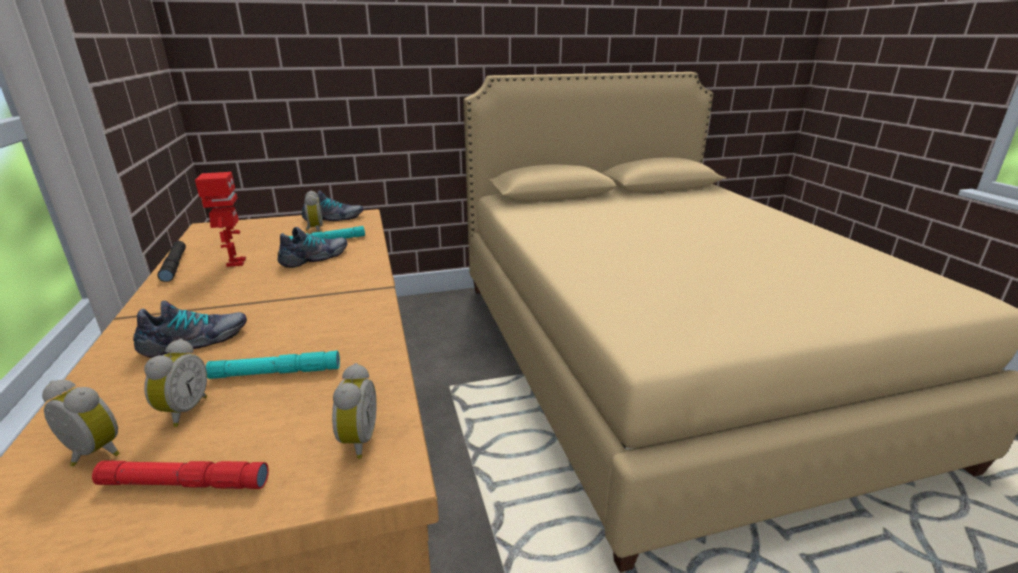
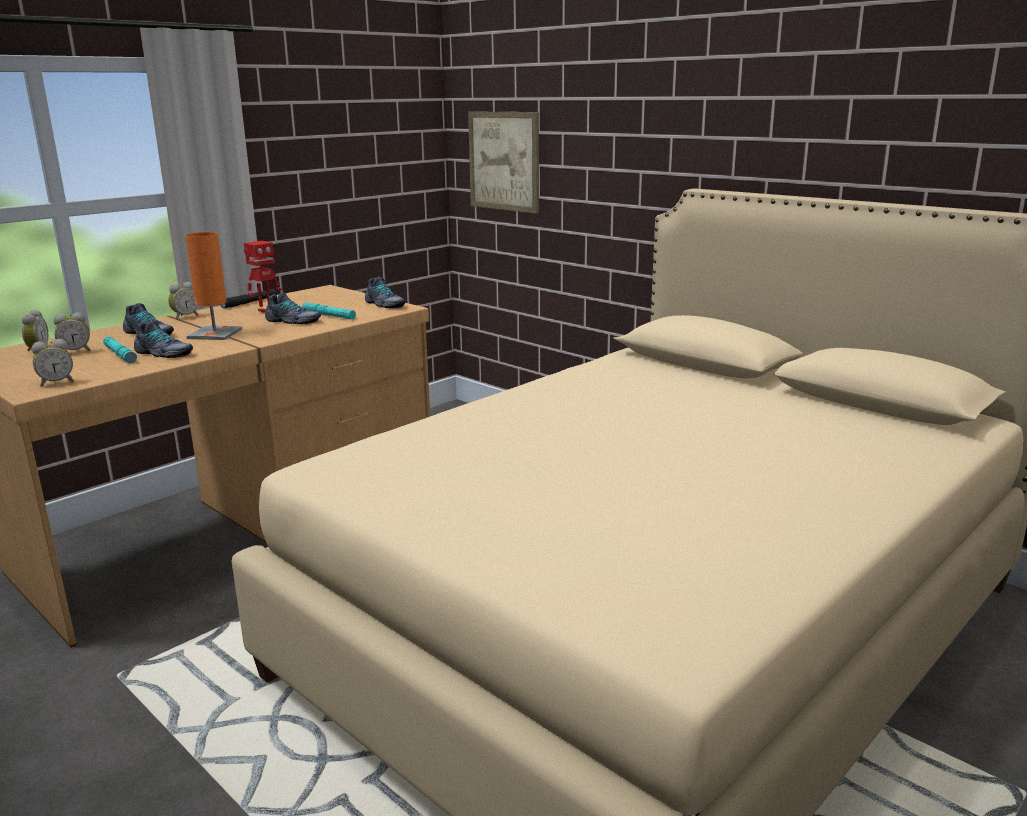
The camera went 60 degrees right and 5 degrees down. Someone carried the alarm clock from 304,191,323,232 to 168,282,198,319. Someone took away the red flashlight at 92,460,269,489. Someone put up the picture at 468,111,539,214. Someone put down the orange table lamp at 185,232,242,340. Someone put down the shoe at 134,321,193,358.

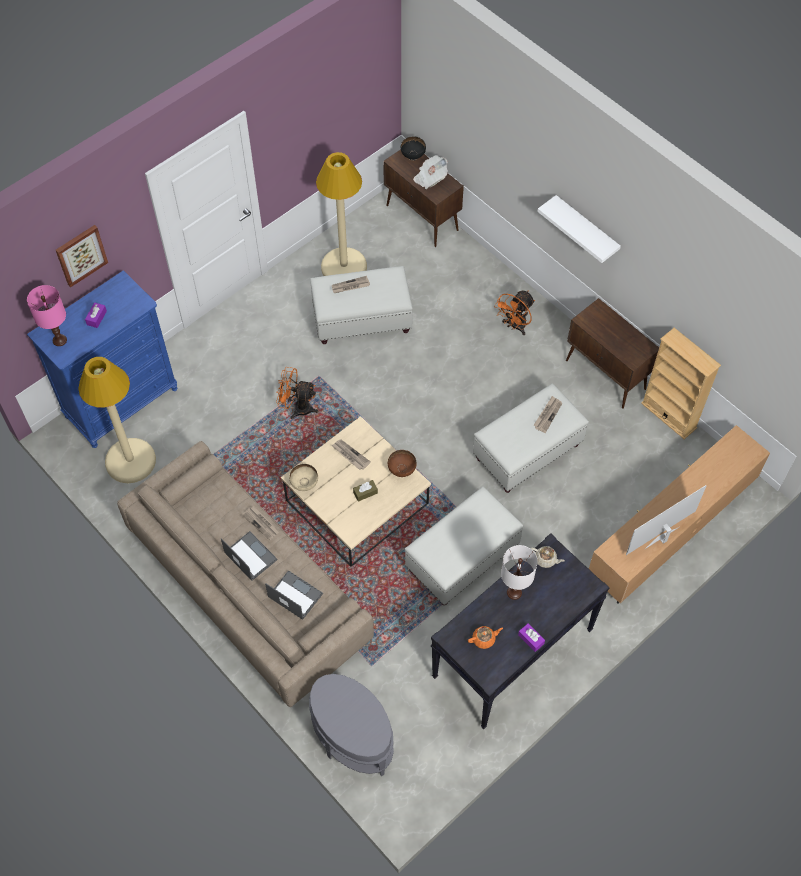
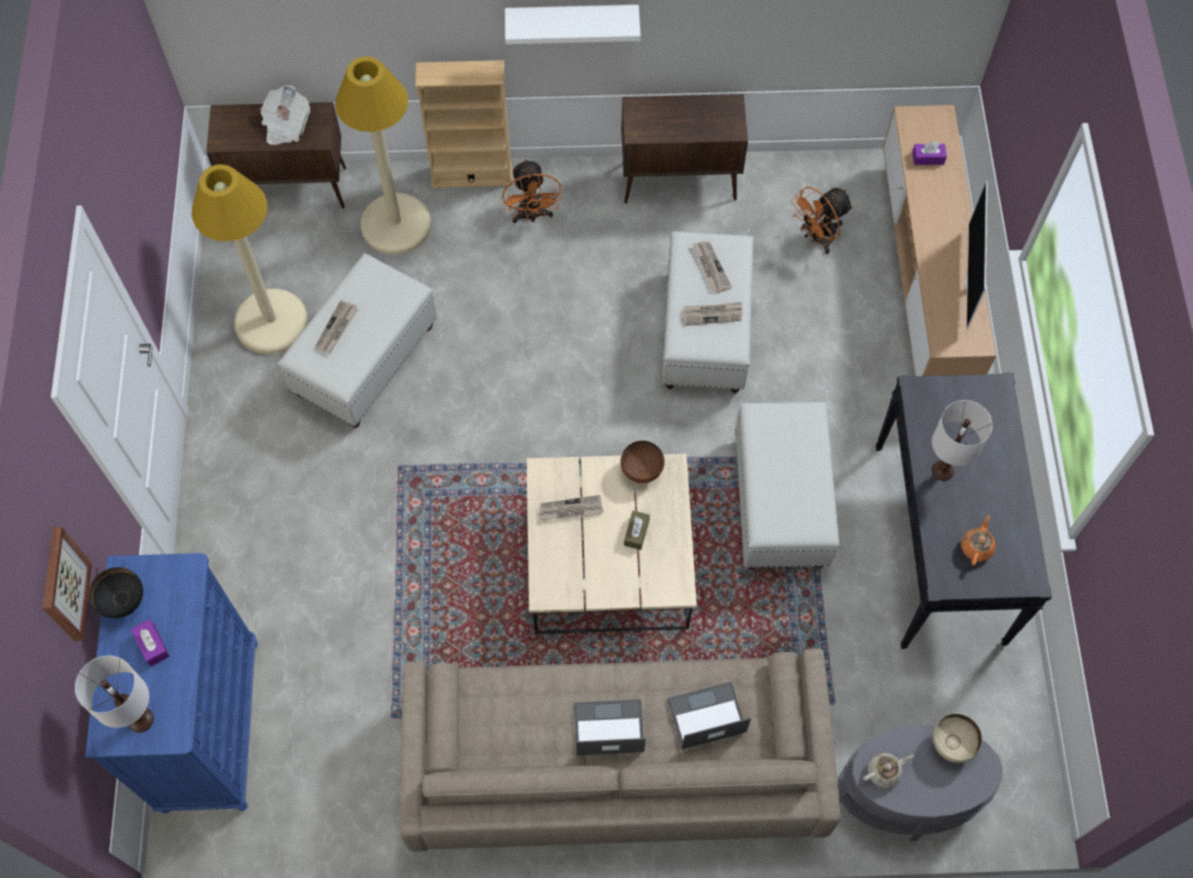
The camera went 50 degrees left and 5 degrees up. Someone carried the black bowl from 401,136,426,161 to 89,567,143,618. Someone repainted the pink table lamp at 27,285,67,346, which became the white table lamp at 75,656,154,733. Someone carried the beige bookcase from 641,328,721,439 to 415,60,513,188. Someone carried the beige floor lamp from 78,357,156,483 to 335,56,431,255. Someone carried the orange fan from 276,367,318,419 to 790,187,853,254. Someone carried the beige bowl from 289,464,318,491 to 933,714,982,763. Someone carried the newspaper from 242,506,280,540 to 682,302,742,326. Someone carried the beige teapot from 531,546,565,568 to 863,753,914,788. Someone carried the purple tissue box from 518,623,545,652 to 912,141,947,165.

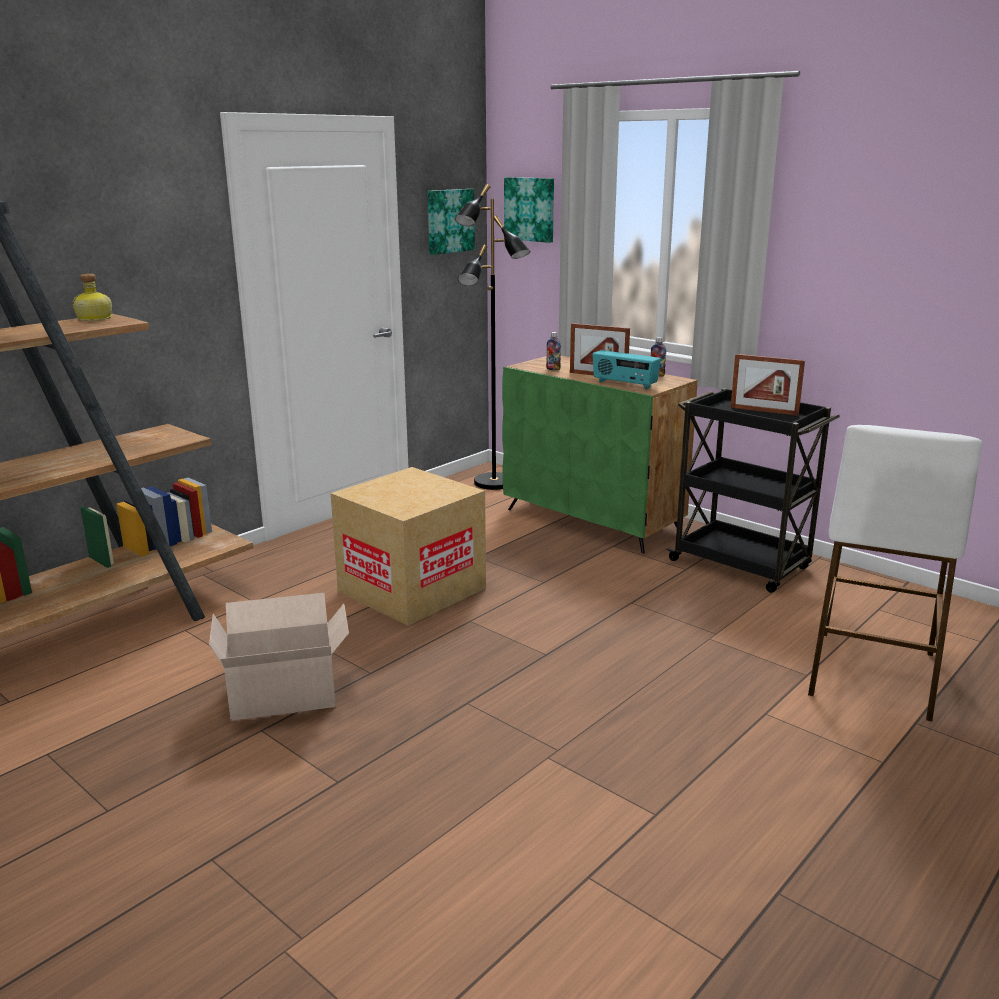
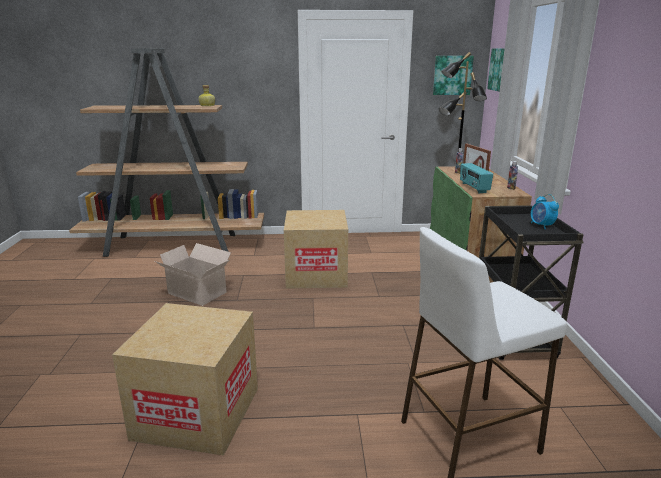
The camera went 45 degrees right and 0 degrees up. Someone swapped the picture frame at 731,354,805,416 for the alarm clock at 531,194,559,229. Someone put down the cardboard box at 112,303,258,456.

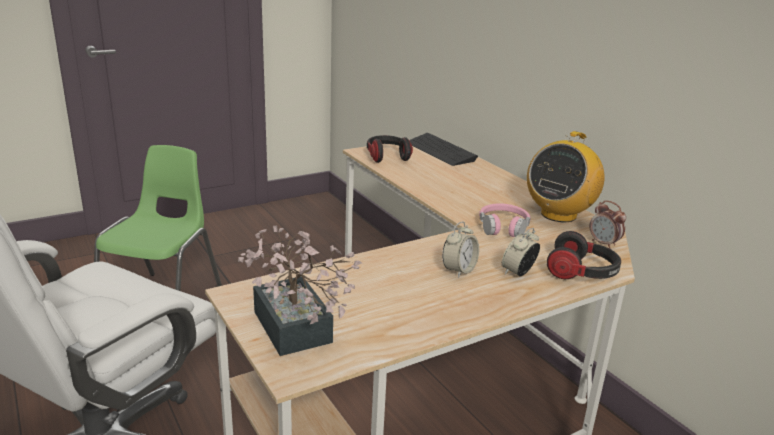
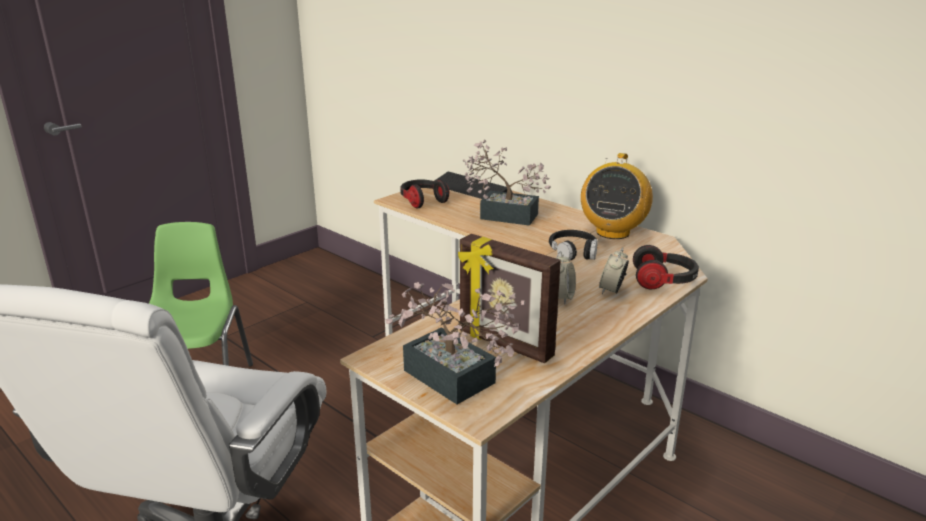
The camera went 15 degrees left and 0 degrees up. Someone took away the alarm clock at 589,201,626,249. Someone repainted the pink headphones at 479,203,531,237, which became the black headphones at 549,230,598,260. Someone put down the potted plant at 463,140,551,226. Someone put down the picture frame at 458,234,561,363.

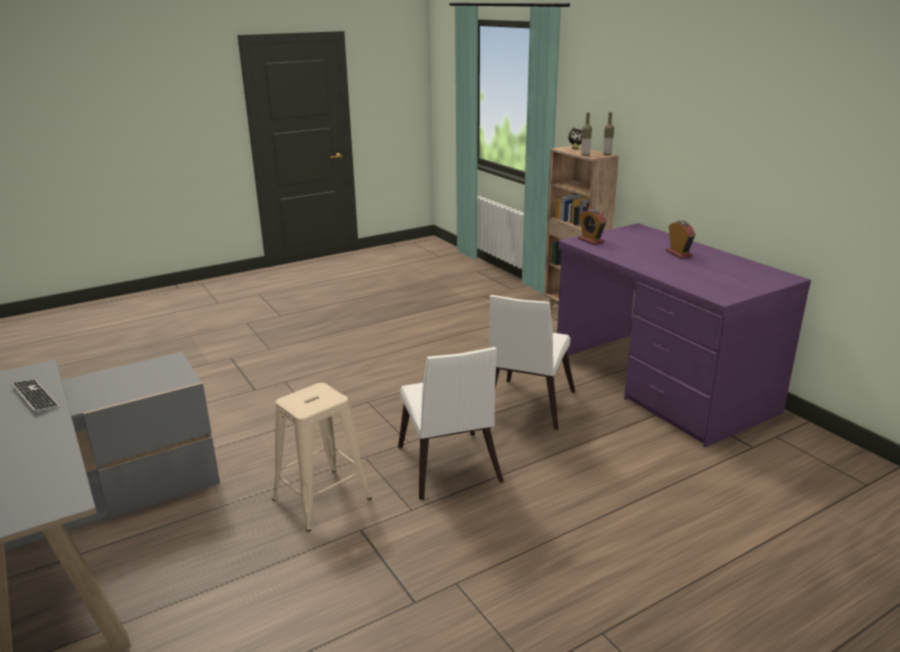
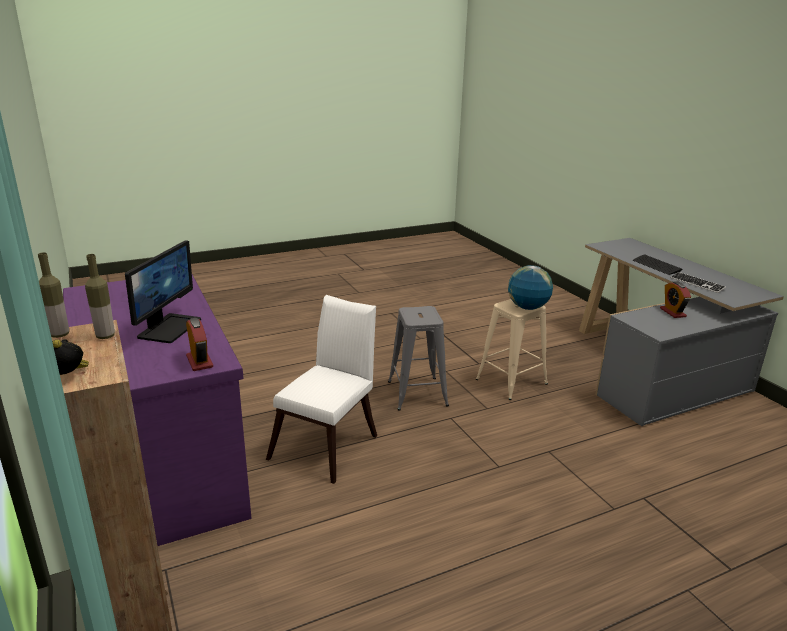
The camera went 175 degrees left and 0 degrees up. Someone carried the alarm clock from 666,220,696,259 to 660,281,691,318. Someone swapped the white chair at 398,347,504,500 for the grey stool at 388,306,449,410. Someone put down the monitor at 125,240,201,343. Someone put down the keyboard at 633,254,682,275. Someone put down the globe at 508,265,553,310.

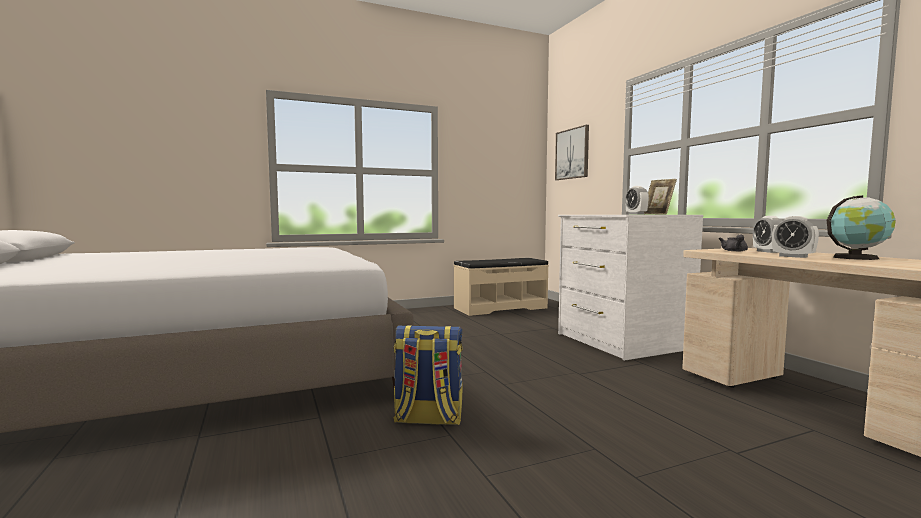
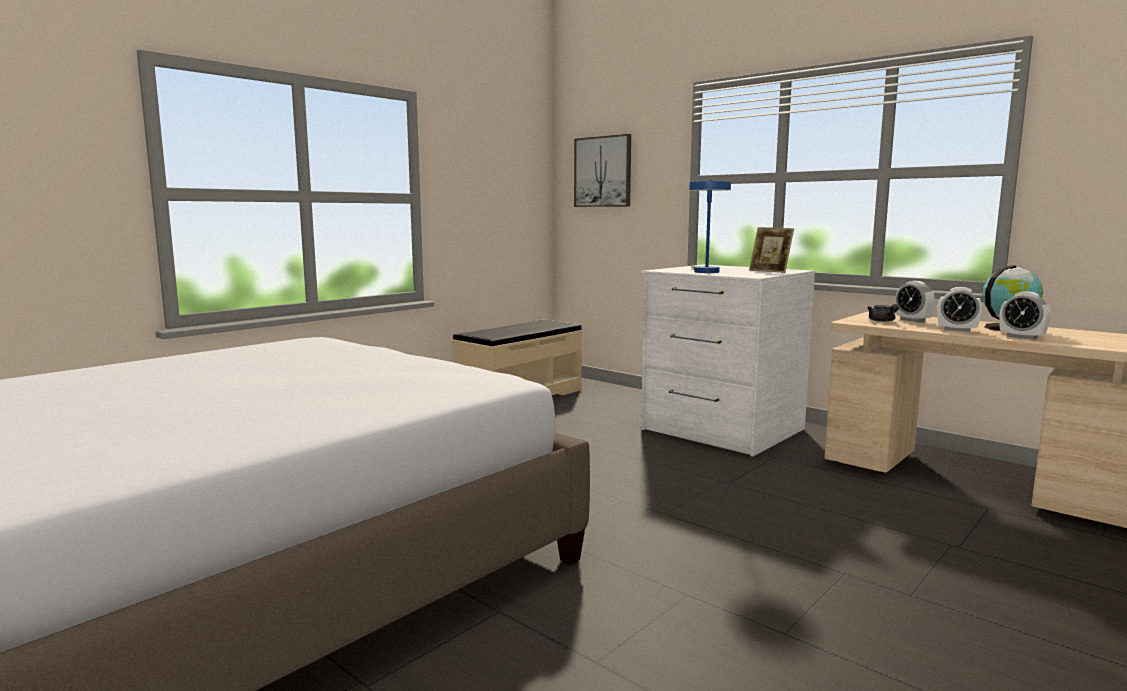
The camera went 25 degrees left and 5 degrees up. Someone carried the alarm clock from 625,186,649,215 to 999,291,1051,340. Someone took away the backpack at 393,325,463,425. Someone put down the blue table lamp at 689,180,731,273.

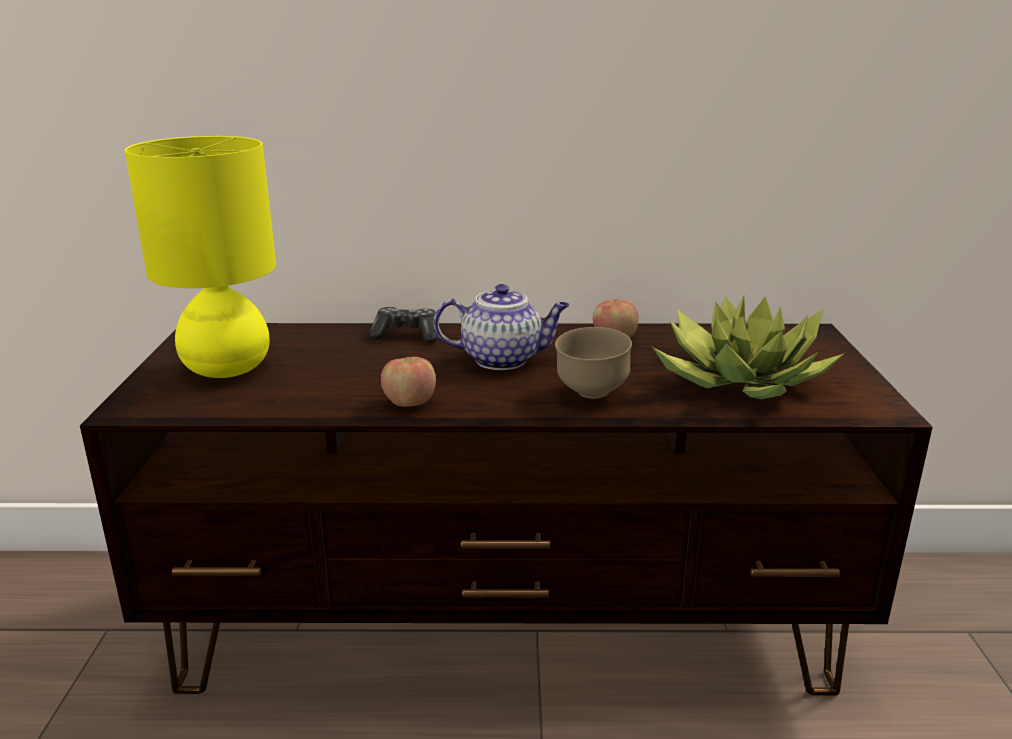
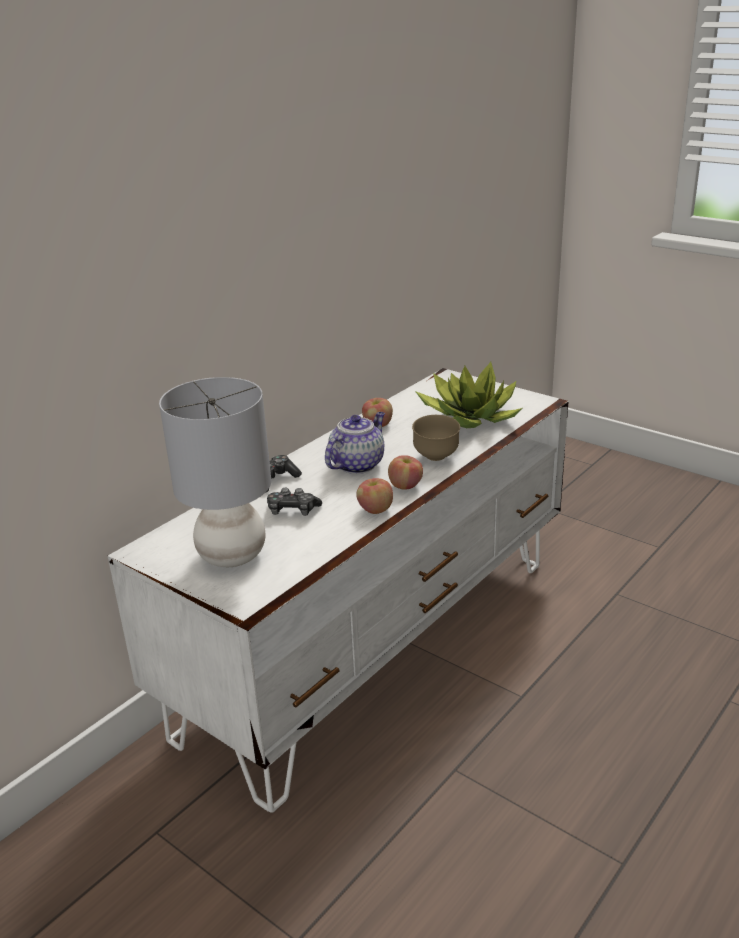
The camera went 50 degrees left and 5 degrees up. Someone repainted the yellow table lamp at 125,136,276,378, which became the grey table lamp at 159,377,271,567. Someone repainted the brown tv stand at 80,323,933,696, which became the white tv stand at 108,368,569,813. Someone put down the apple at 388,455,423,490. Someone put down the game controller at 267,488,322,516.

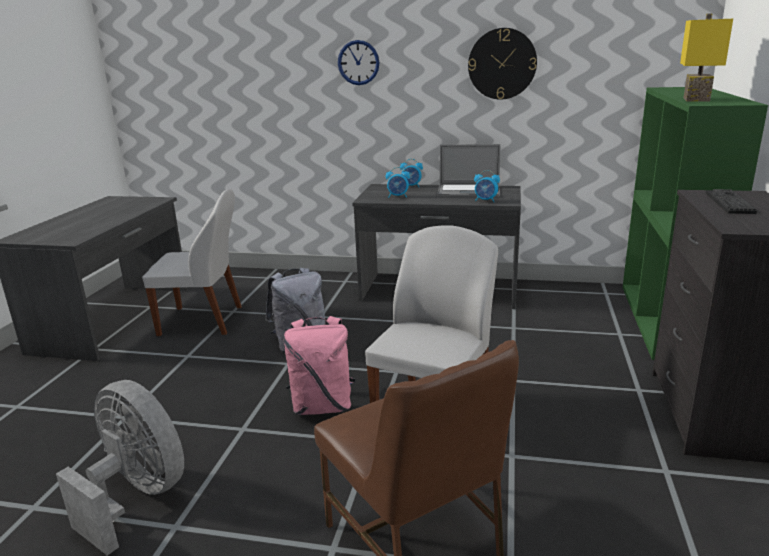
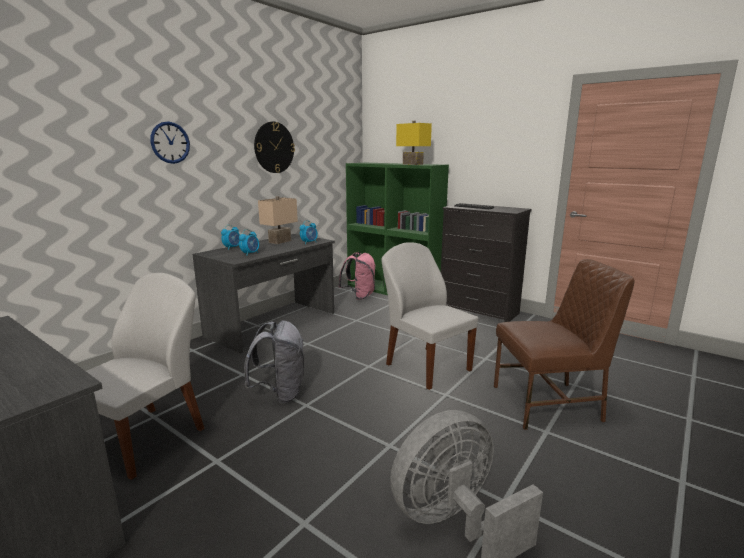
The camera went 65 degrees left and 5 degrees down. Someone swapped the laptop at 437,144,500,197 for the beige table lamp at 258,196,298,244. Someone carried the pink backpack from 284,316,356,415 to 338,252,376,300.

